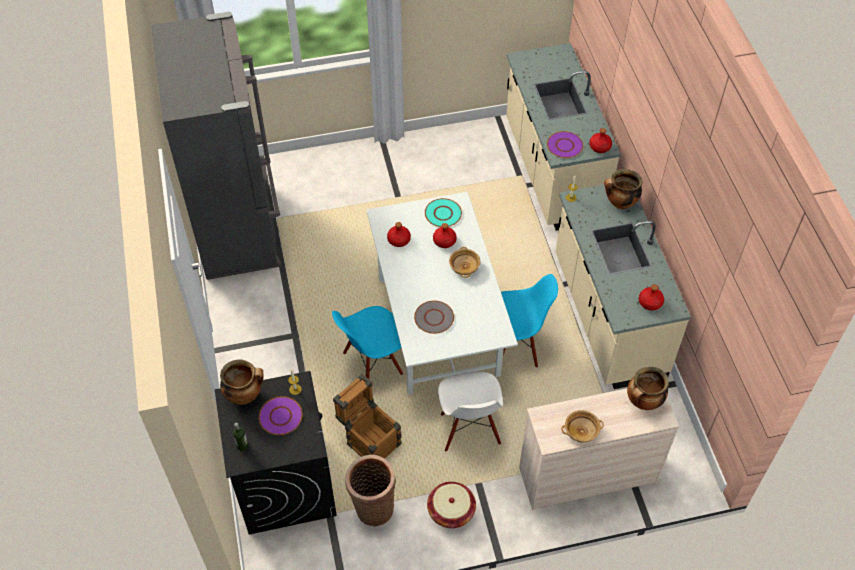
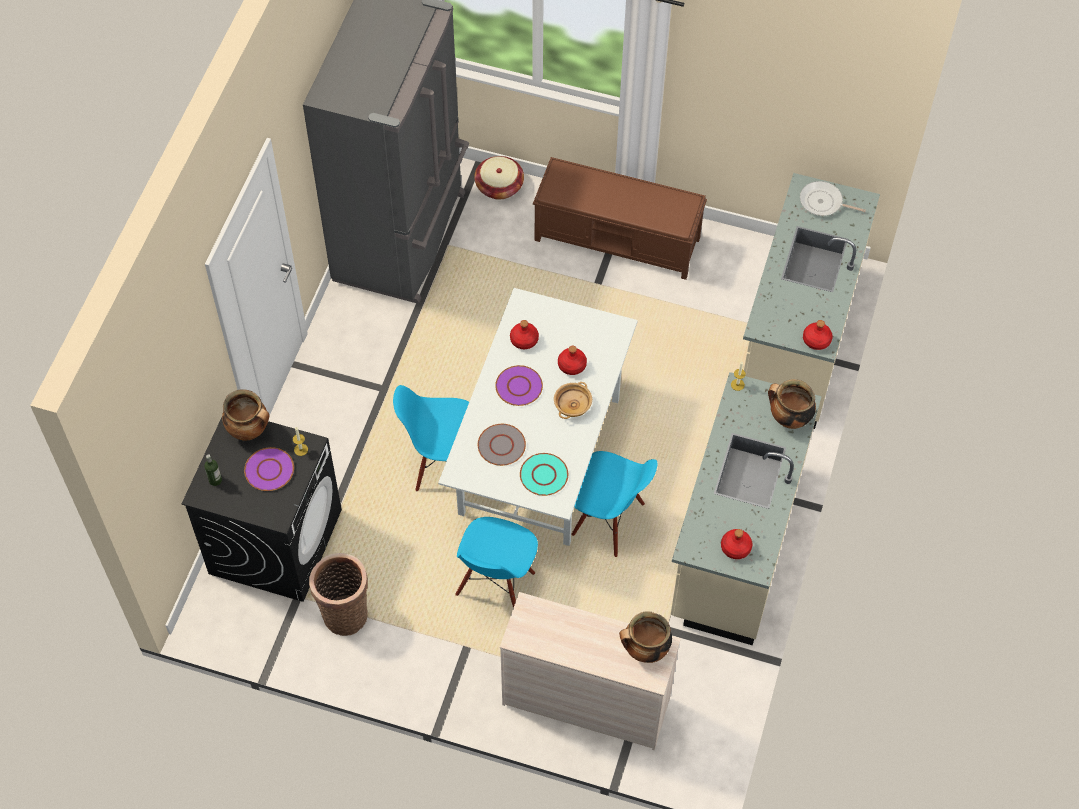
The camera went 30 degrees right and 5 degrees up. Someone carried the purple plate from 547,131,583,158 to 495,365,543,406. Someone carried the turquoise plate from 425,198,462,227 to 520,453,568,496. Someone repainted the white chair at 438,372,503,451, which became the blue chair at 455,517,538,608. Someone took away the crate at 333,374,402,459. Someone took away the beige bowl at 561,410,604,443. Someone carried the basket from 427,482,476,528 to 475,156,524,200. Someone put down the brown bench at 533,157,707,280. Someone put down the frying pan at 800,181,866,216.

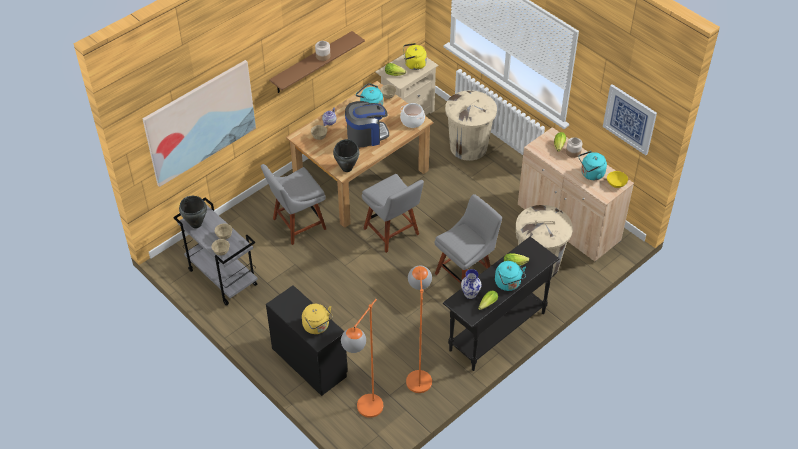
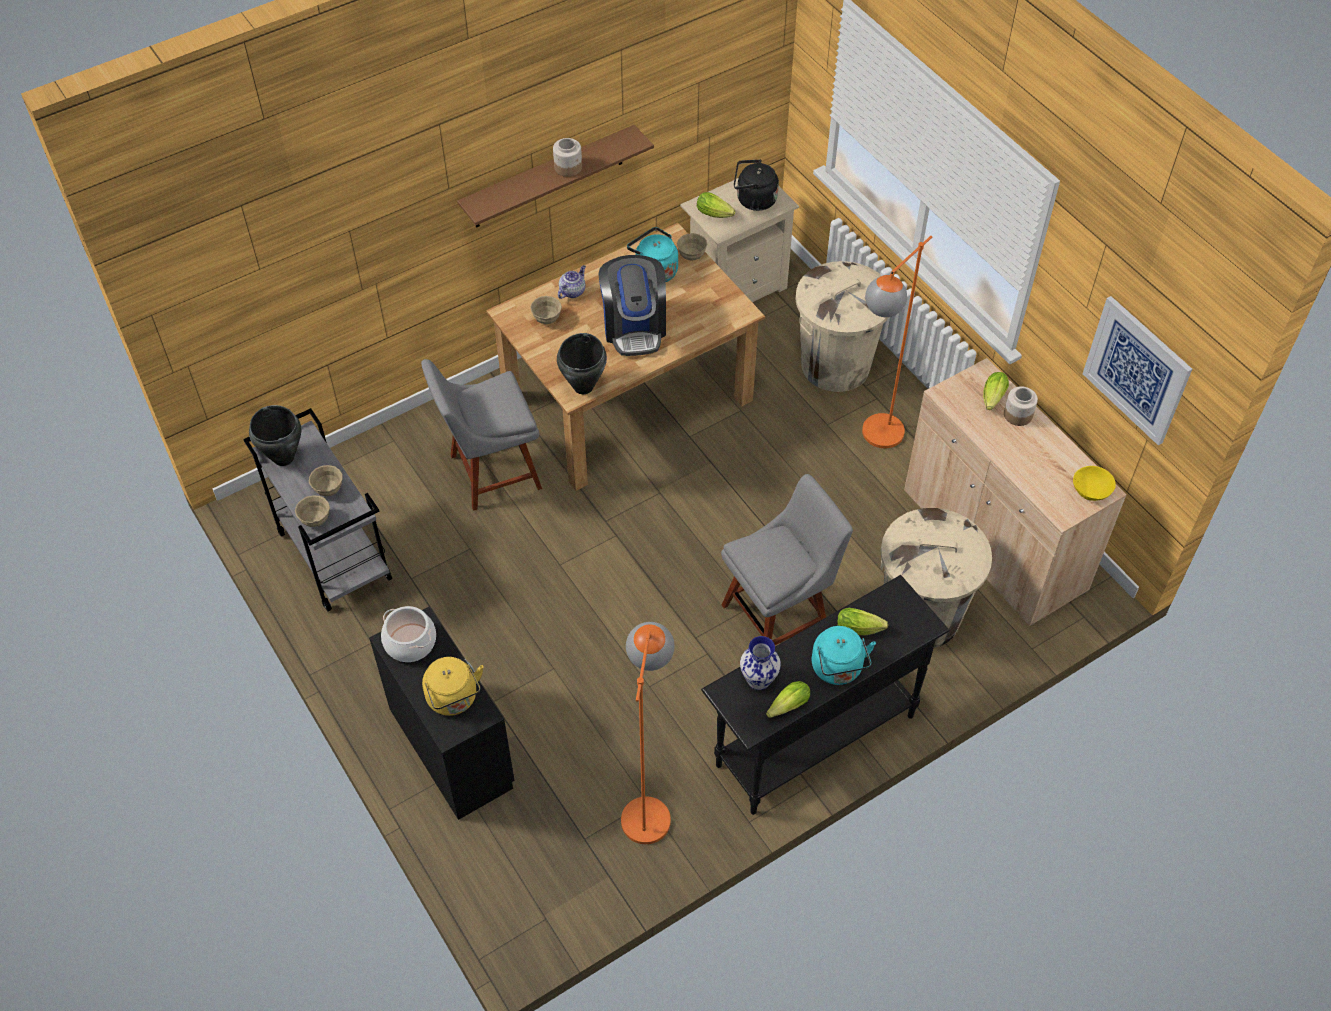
The camera went 10 degrees right and 5 degrees up. Someone repainted the yellow kettle at 403,43,427,70, which became the black kettle at 734,159,779,211. Someone took away the picture at 142,60,256,187. Someone rotated the coffee machine at 345,101,389,147 by 90 degrees clockwise. Someone carried the cooking pot from 400,103,425,128 to 381,606,436,662. Someone took away the turquoise kettle at 579,151,607,180. Someone took away the grey chair at 362,174,424,253. Someone carried the orange floor lamp from 341,299,383,418 to 862,236,932,448.

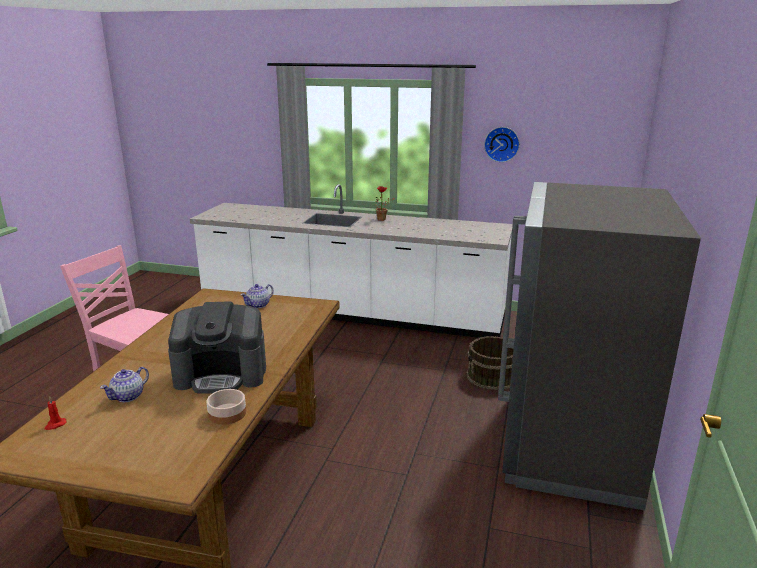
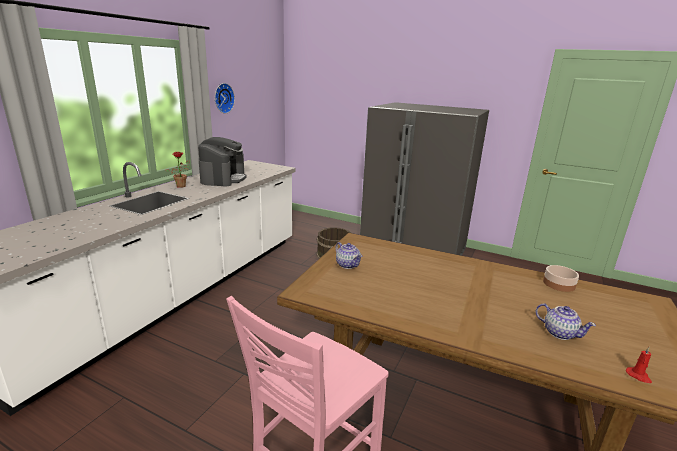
The camera went 80 degrees left and 0 degrees up. Someone carried the coffee machine from 168,301,266,394 to 198,137,247,187.

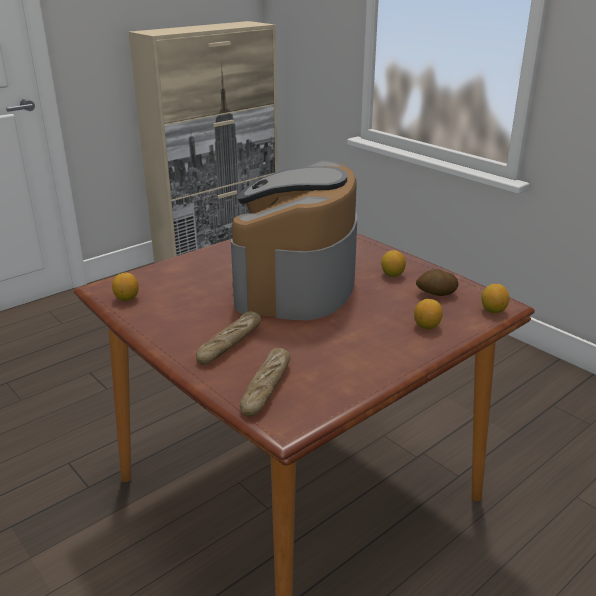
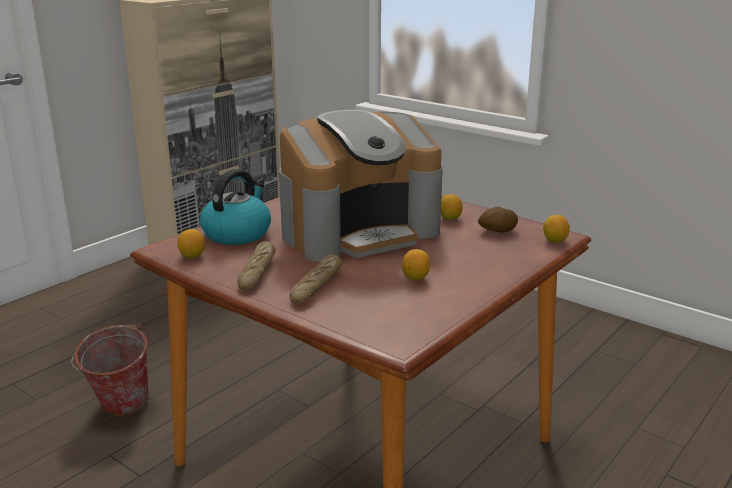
The camera went 10 degrees left and 5 degrees down. Someone rotated the coffee machine at 231,160,357,320 by 120 degrees counterclockwise. Someone carried the lemon from 414,299,443,329 to 402,249,430,280. Someone carried the bread from 240,348,290,417 to 237,241,276,290. Someone put down the kettle at 200,169,271,245. Someone put down the bucket at 71,324,150,416.

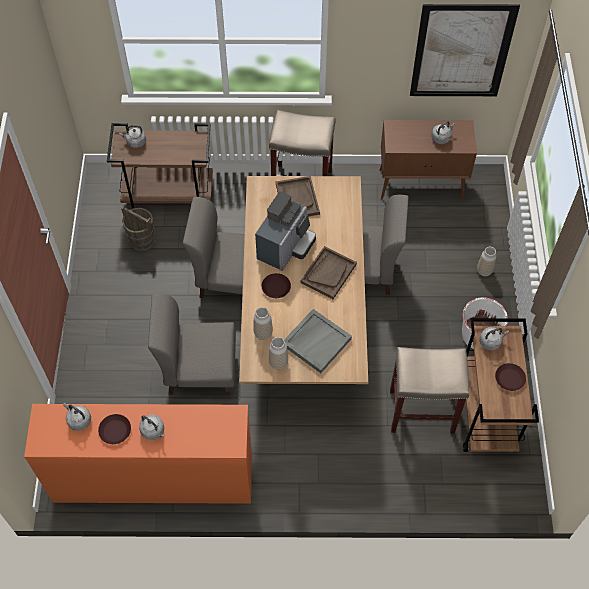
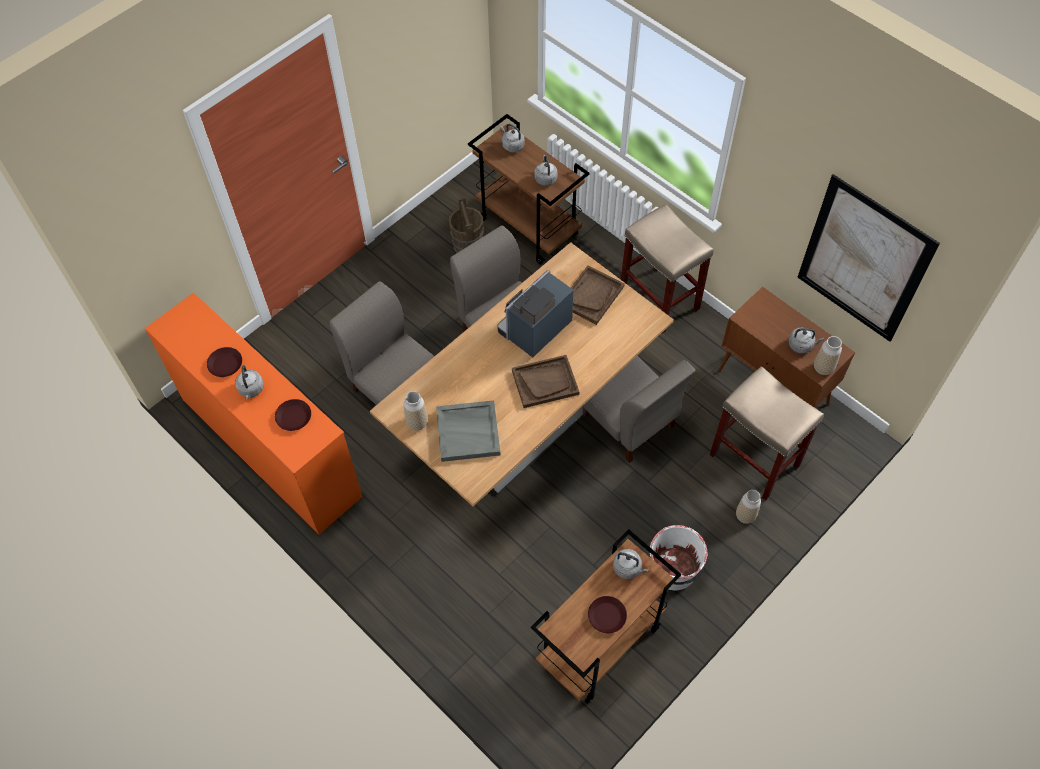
The camera went 45 degrees right and 0 degrees up. Someone rotated the coffee machine at 255,191,316,271 by 150 degrees clockwise. Someone carried the brown plate from 262,273,291,298 to 275,399,311,431. Someone carried the vase from 253,307,273,340 to 814,336,842,375. Someone carried the beige stool from 390,347,469,434 to 710,366,824,501. Someone carried the grey kettle from 63,403,91,431 to 534,155,557,186.

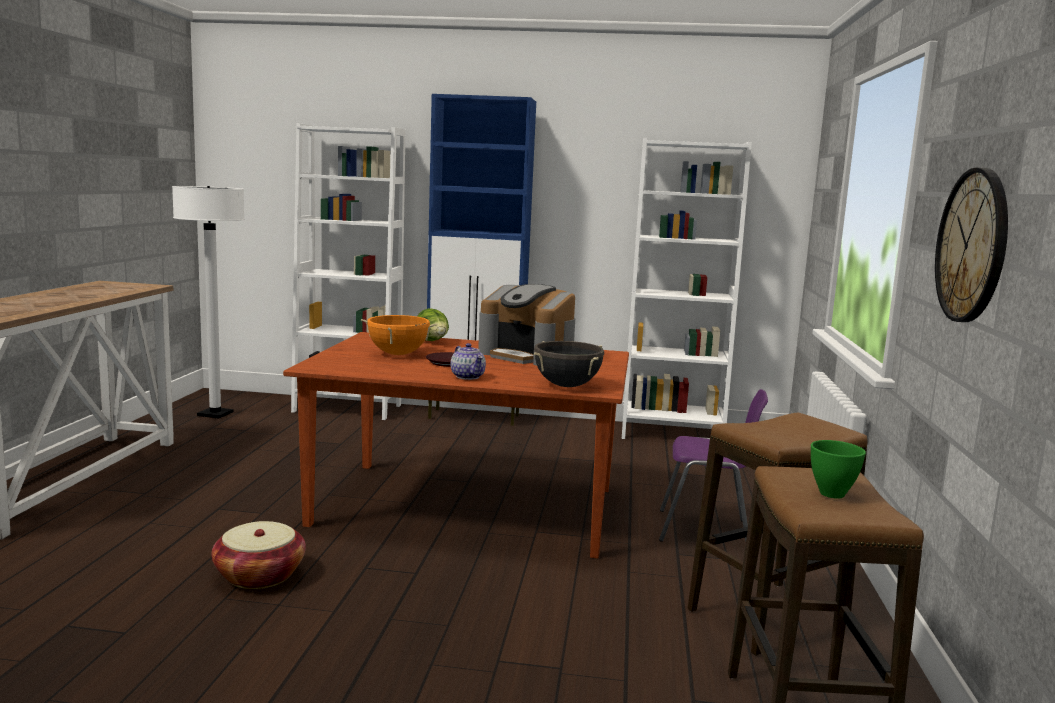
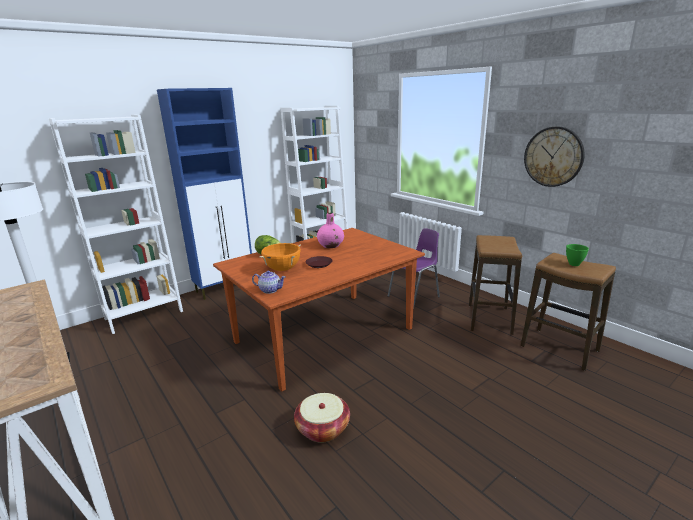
The camera went 45 degrees left and 10 degrees up. Someone swapped the coffee machine at 478,284,575,366 for the pink vase at 317,213,344,248. Someone took away the black cooking pot at 534,341,604,387. Someone carried the teapot from 451,343,486,380 to 252,271,286,294.

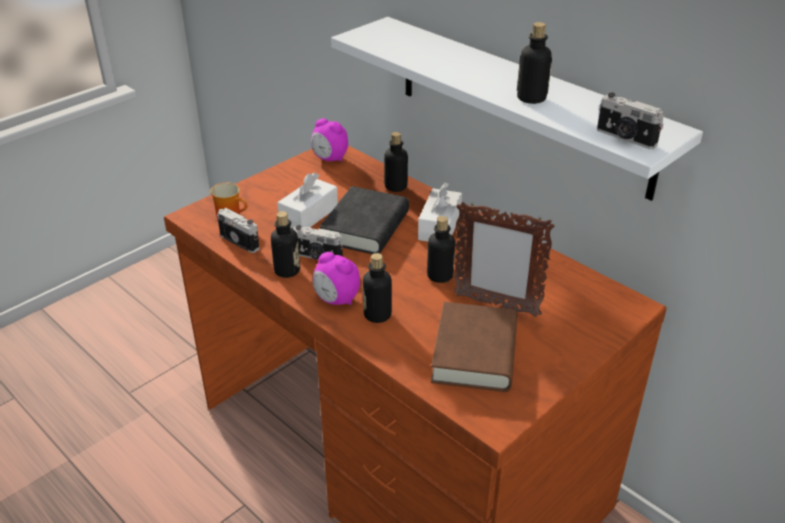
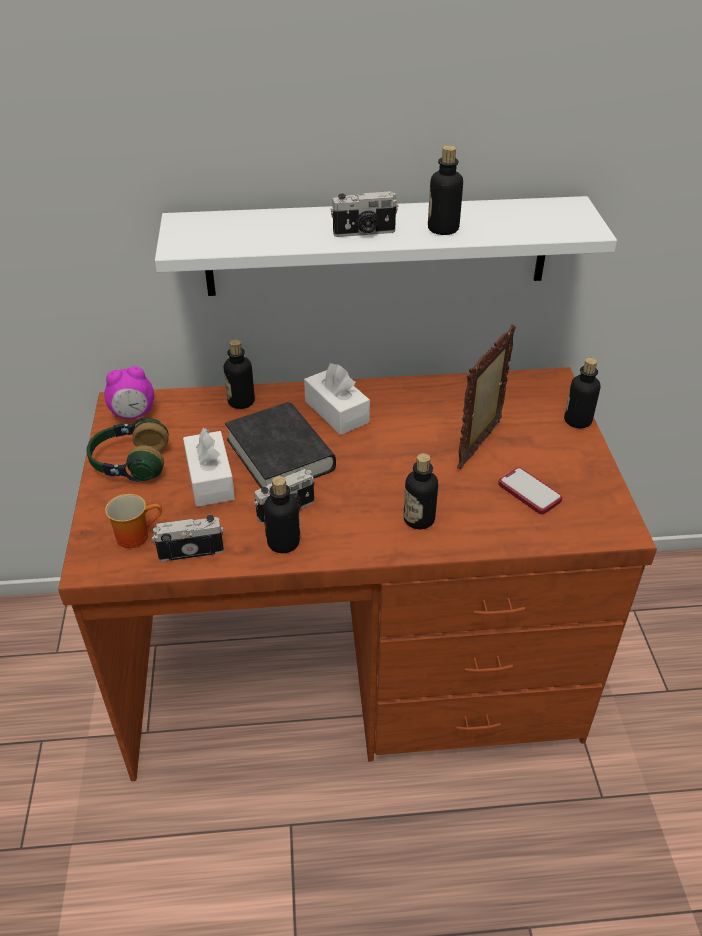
The camera went 50 degrees left and 5 degrees up. Someone carried the photo camera from 597,92,664,149 to 330,191,398,237. Someone rotated the picture frame at 454,202,555,317 by 150 degrees clockwise. Someone carried the bottle from 427,216,455,283 to 564,358,601,428. Someone took away the alarm clock at 313,252,360,305. Someone swapped the brown book at 431,302,518,392 for the phone at 498,467,563,514. Someone put down the headphones at 86,418,169,482.

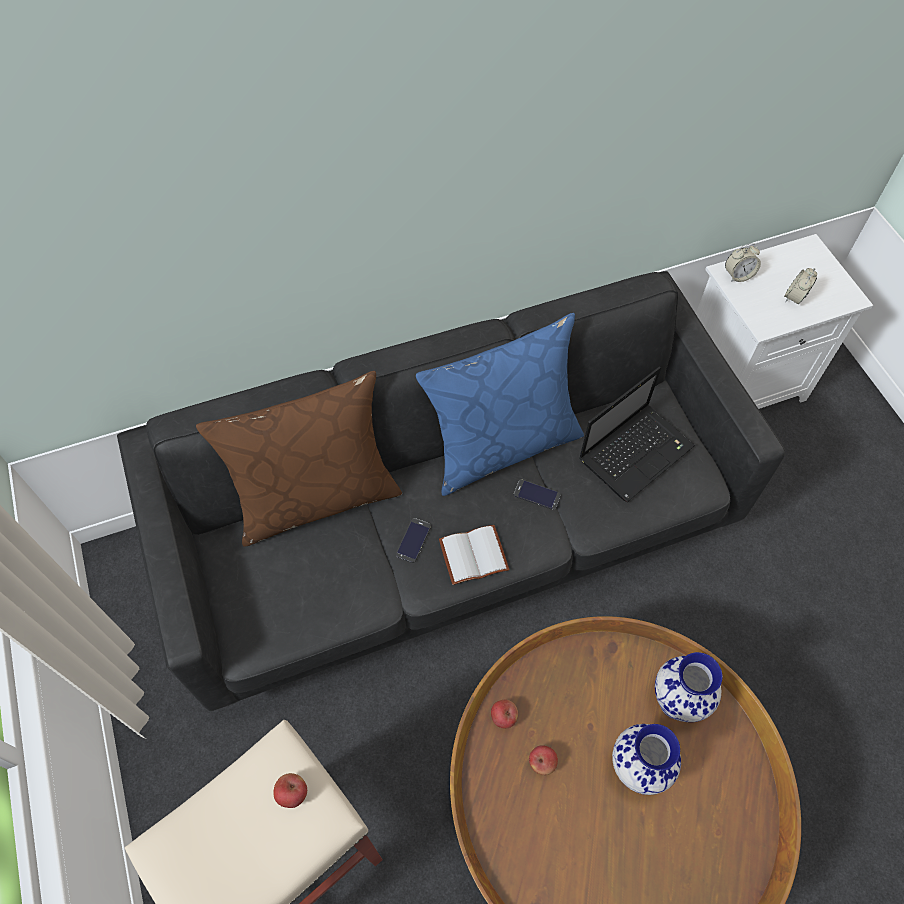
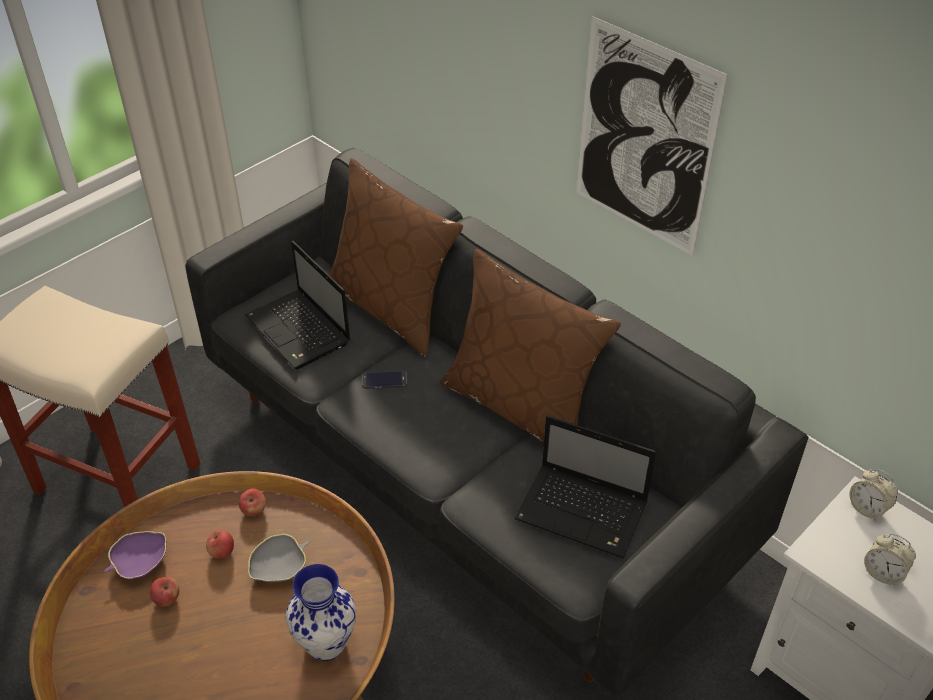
The camera went 65 degrees right and 15 degrees down. Someone rotated the alarm clock at 784,268,817,304 by 150 degrees counterclockwise. Someone repainted the blue pillow at 416,313,584,496, which became the brown pillow at 440,249,621,442. Someone took away the phone at 514,480,560,510. Someone took away the white book at 439,525,510,585. Someone took away the vase at 612,724,681,795. Someone carried the apple from 273,773,307,808 to 150,577,179,607. Someone put up the picture at 577,16,728,256. Someone put down the laptop at 245,241,351,369. Someone put down the purple bowl at 104,531,166,579. Someone put down the grey bowl at 248,534,309,582.

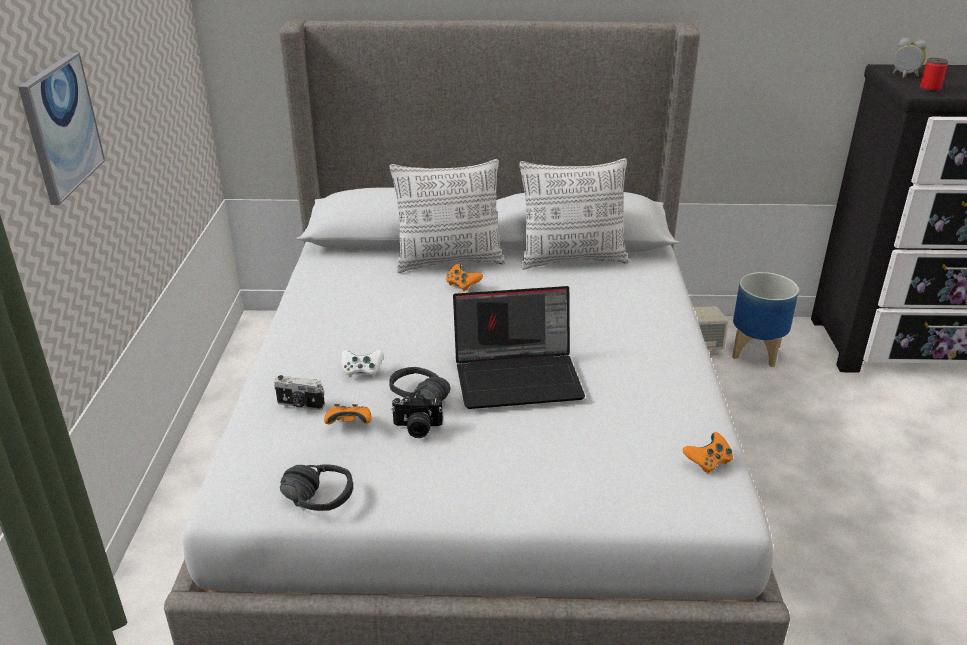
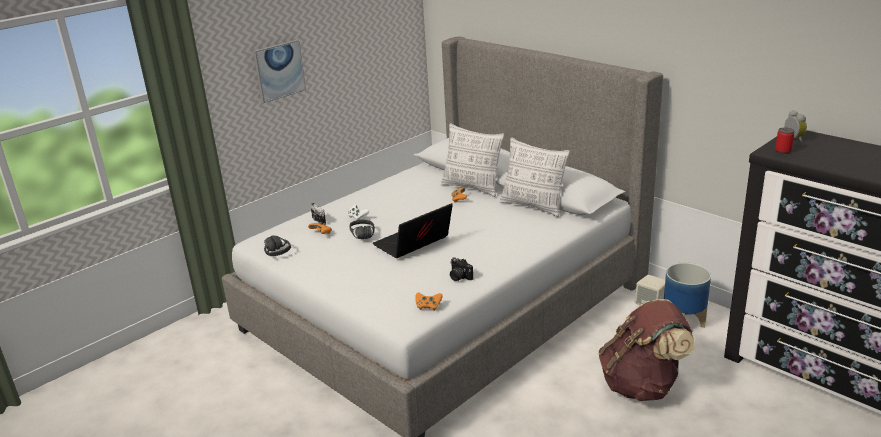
The camera went 45 degrees right and 5 degrees down. Someone rotated the laptop at 453,286,585,409 by 105 degrees clockwise. Someone carried the photo camera from 391,394,443,438 to 450,257,473,281. Someone put down the brown backpack at 598,299,695,401.

